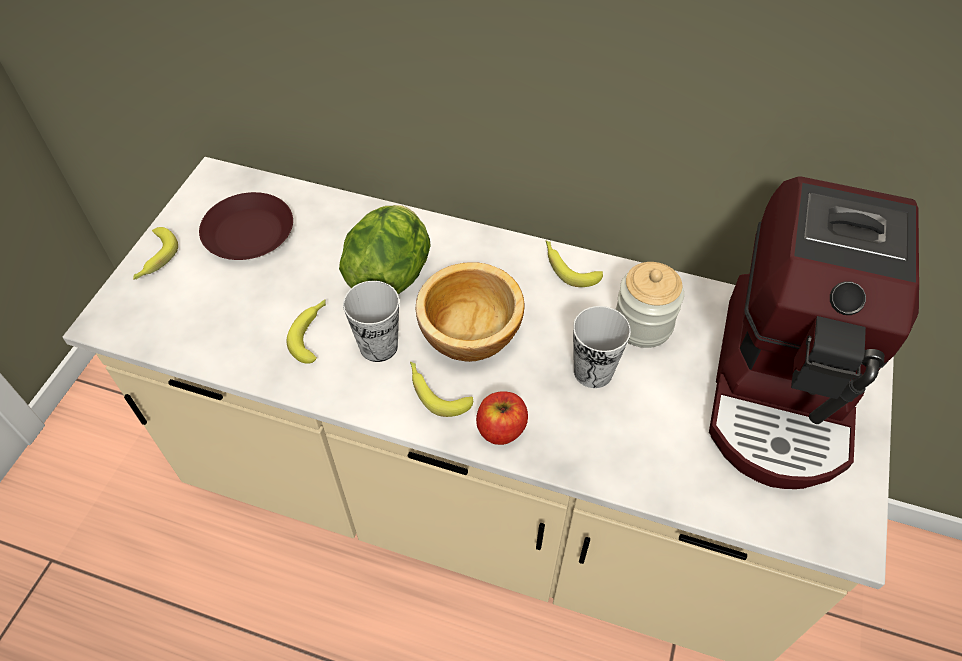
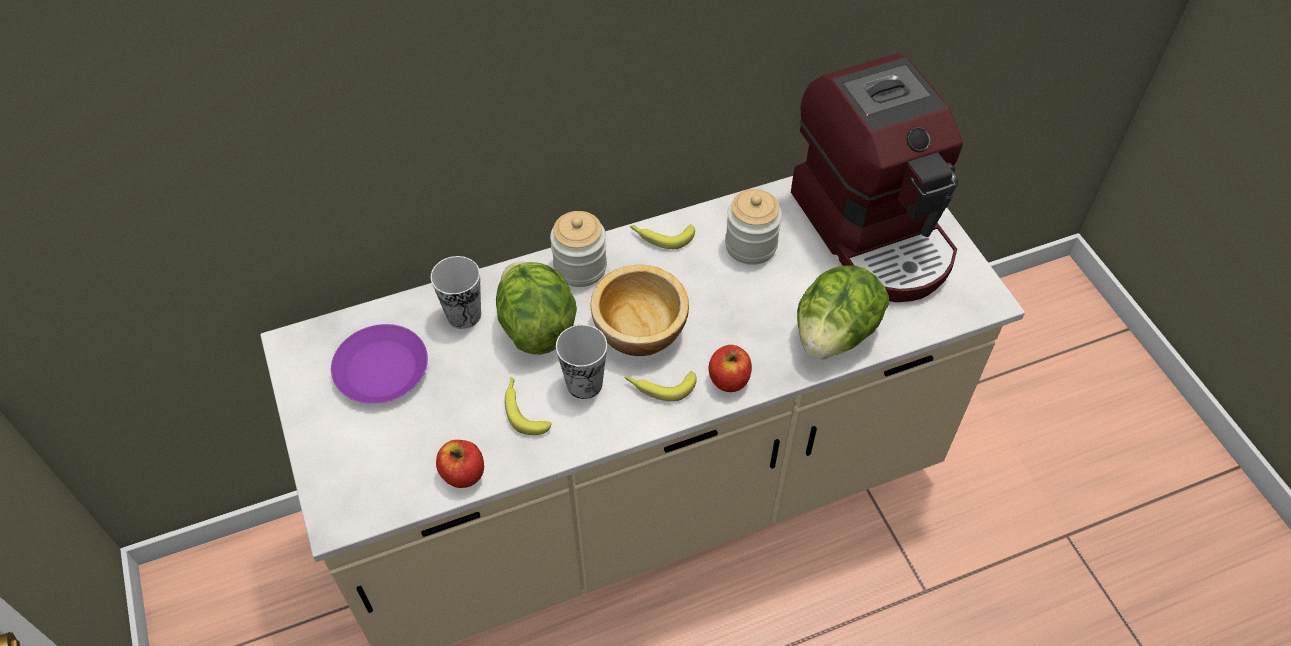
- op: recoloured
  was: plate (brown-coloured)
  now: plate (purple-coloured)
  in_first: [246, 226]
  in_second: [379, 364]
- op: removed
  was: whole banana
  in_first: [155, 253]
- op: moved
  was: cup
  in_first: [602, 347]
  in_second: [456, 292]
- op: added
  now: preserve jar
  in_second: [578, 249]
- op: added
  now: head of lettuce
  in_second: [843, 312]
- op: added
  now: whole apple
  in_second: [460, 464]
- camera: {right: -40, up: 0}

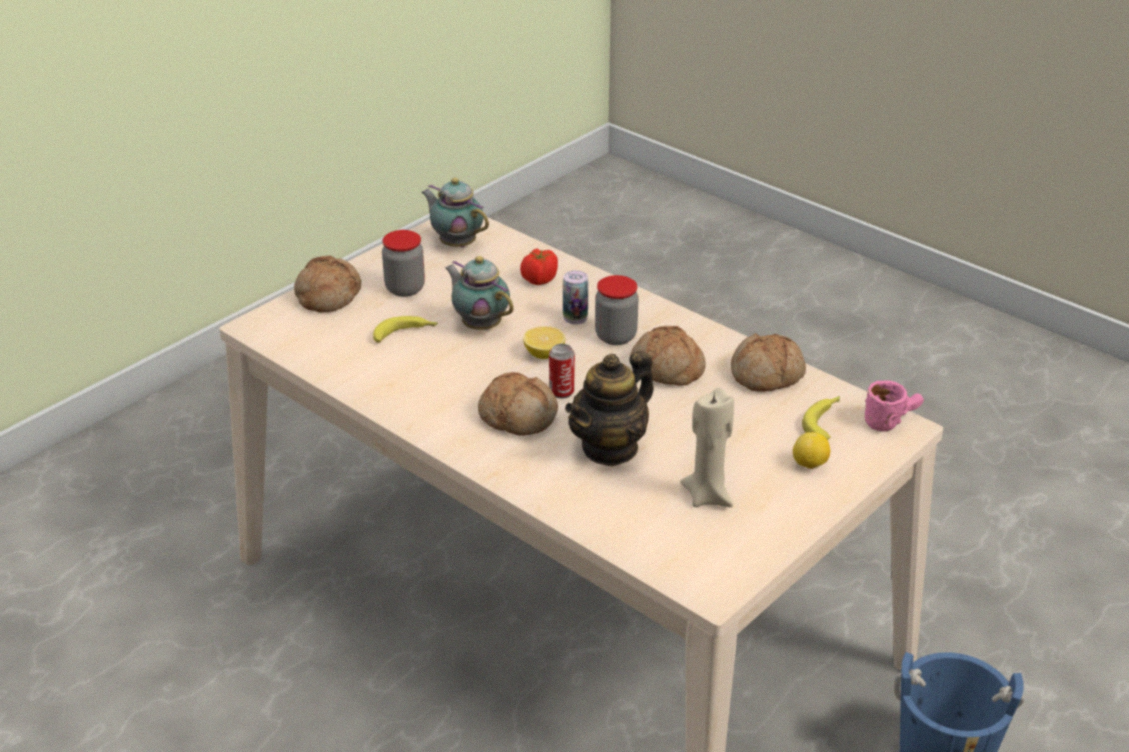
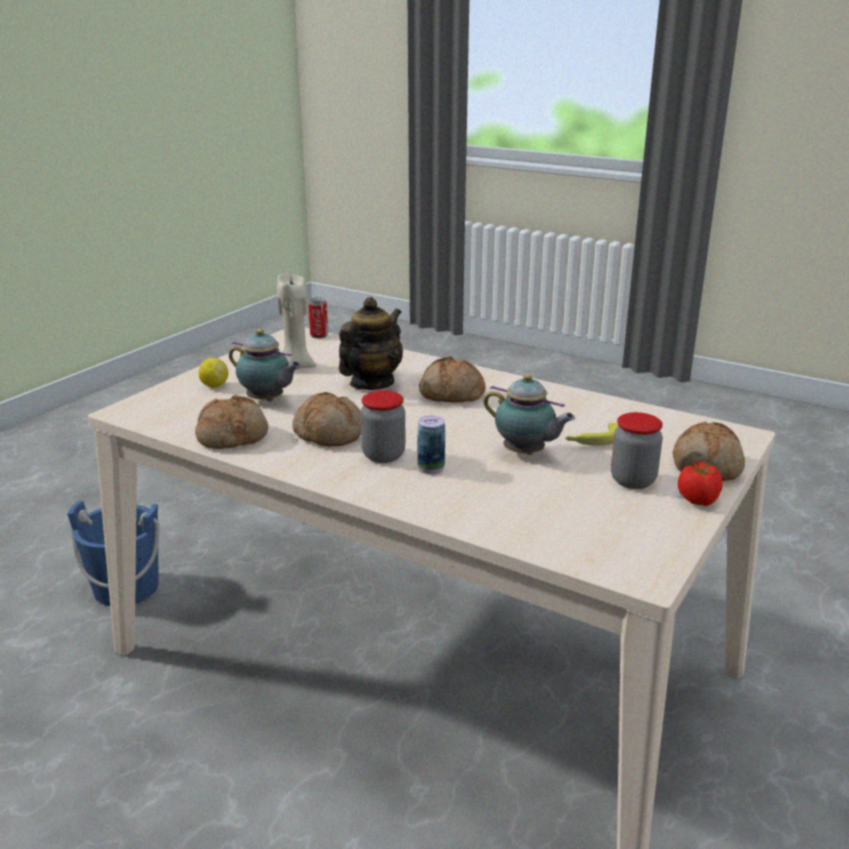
- op: moved
  was: tea pot
  in_first: [455, 212]
  in_second: [265, 365]
- op: moved
  was: whole tomato
  in_first: [539, 266]
  in_second: [700, 484]
- op: removed
  was: citrus fruit
  in_first: [544, 342]
- op: moved
  was: sealed can
  in_first: [562, 371]
  in_second: [318, 317]
- op: removed
  was: tea mug (pinkish)
  in_first: [894, 406]
- op: removed
  was: whole banana
  in_first: [821, 418]
- camera: {right: 170, up: -10}

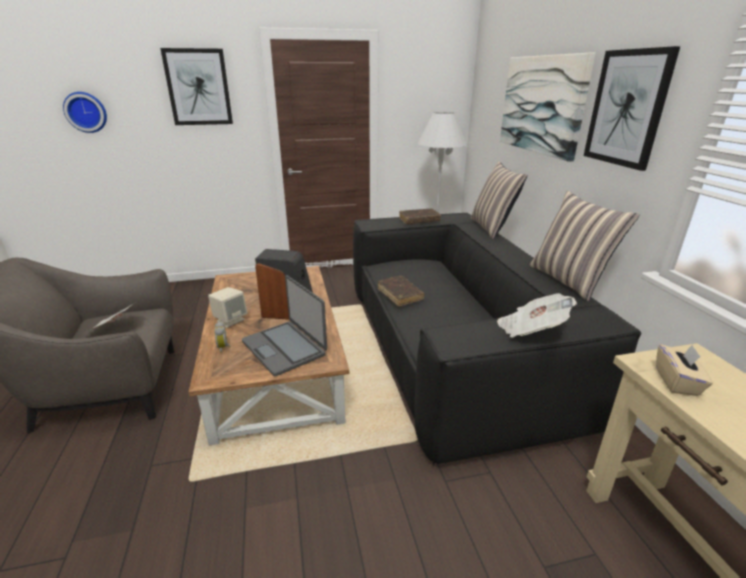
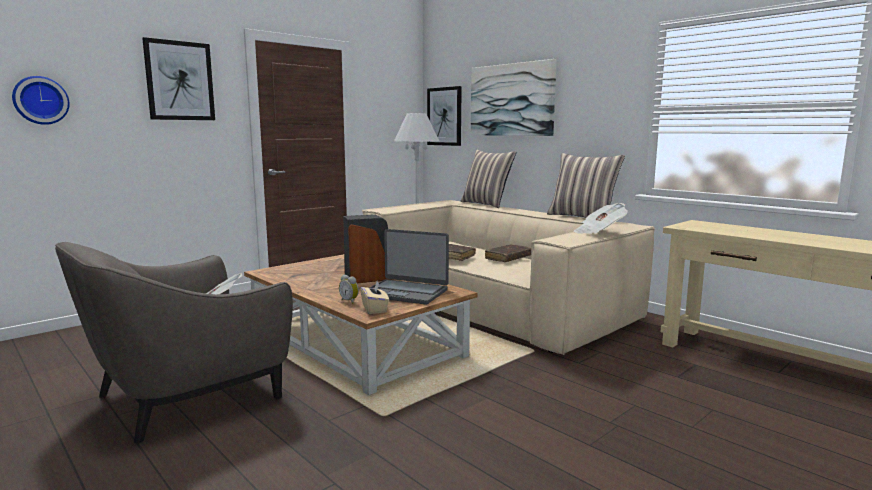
- op: moved
  was: wall picture
  in_first: [632, 108]
  in_second: [444, 116]
- op: moved
  was: book (brown-coloured)
  in_first: [420, 216]
  in_second: [508, 253]
- op: recoloured
  was: sofa (blackish)
  now: sofa (beige-coloured)
  in_first: [497, 339]
  in_second: [508, 277]
- op: removed
  was: audio speaker (beige-coloured)
  in_first: [227, 307]
- op: moved
  was: tissue holder (beige-coloured)
  in_first: [684, 370]
  in_second: [375, 297]
- camera: {right: -30, up: -15}

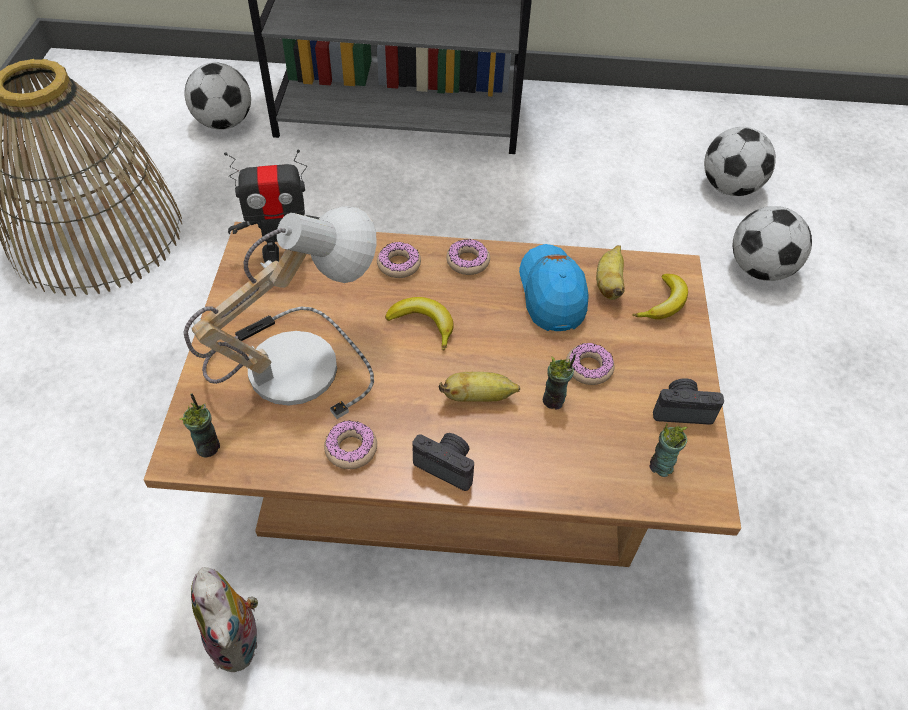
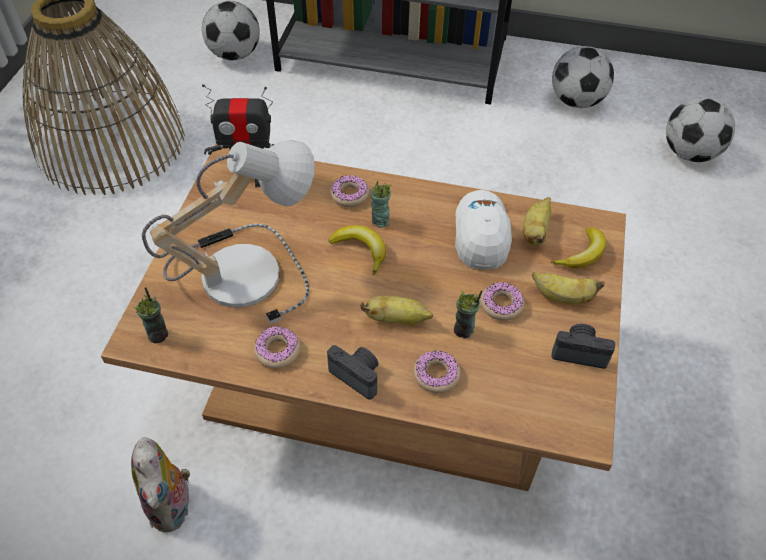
- op: moved
  was: football
  in_first: [772, 243]
  in_second: [583, 77]
- op: moved
  was: ring doughnut
  in_first: [468, 257]
  in_second: [437, 372]
- op: recoloured
  was: baseball cap (blue)
  now: baseball cap (white)
  in_first: [554, 287]
  in_second: [483, 229]
- op: moved
  was: cup
  in_first: [668, 450]
  in_second: [381, 204]
- op: added
  now: whole banana
  in_second: [568, 288]
- camera: {right: 10, up: 0}

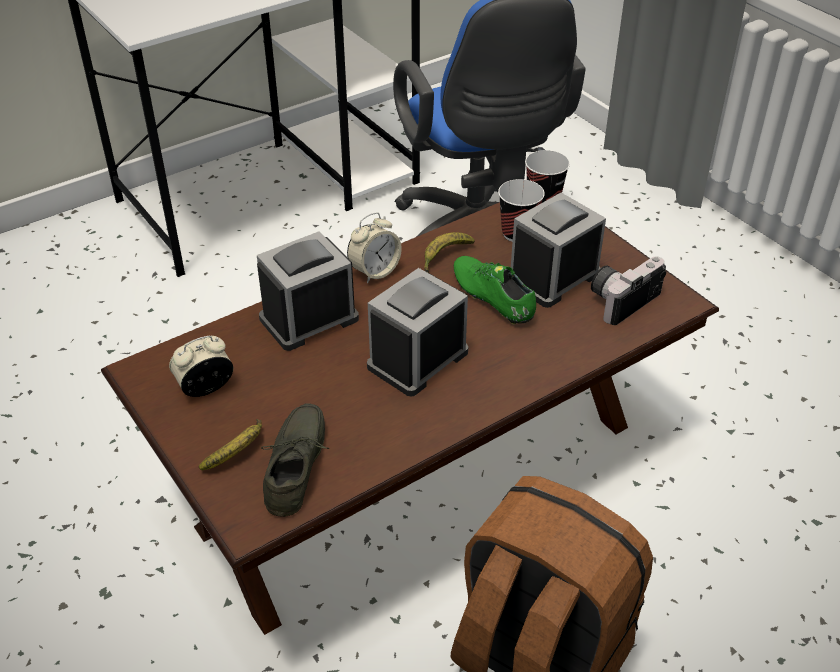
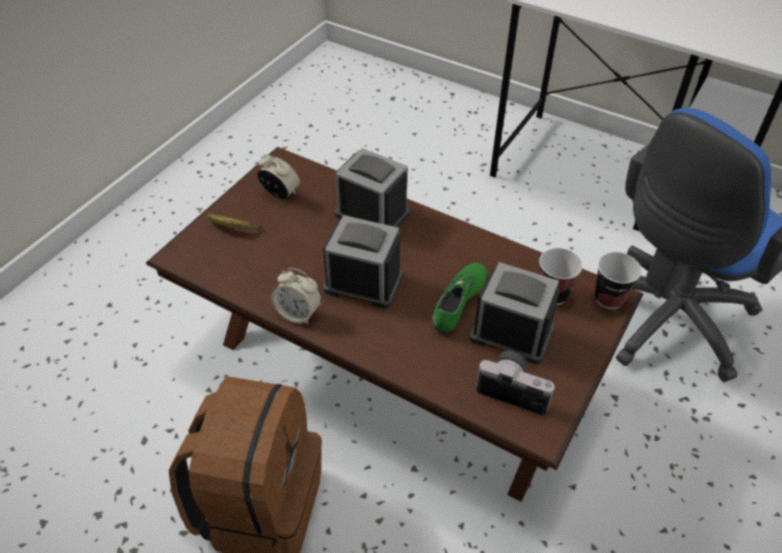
- op: moved
  was: table clock
  in_first: [374, 247]
  in_second: [296, 296]
- op: removed
  was: whole banana
  in_first: [449, 252]
- op: removed
  was: shoe (gray)
  in_first: [295, 460]
- camera: {right: 65, up: 5}

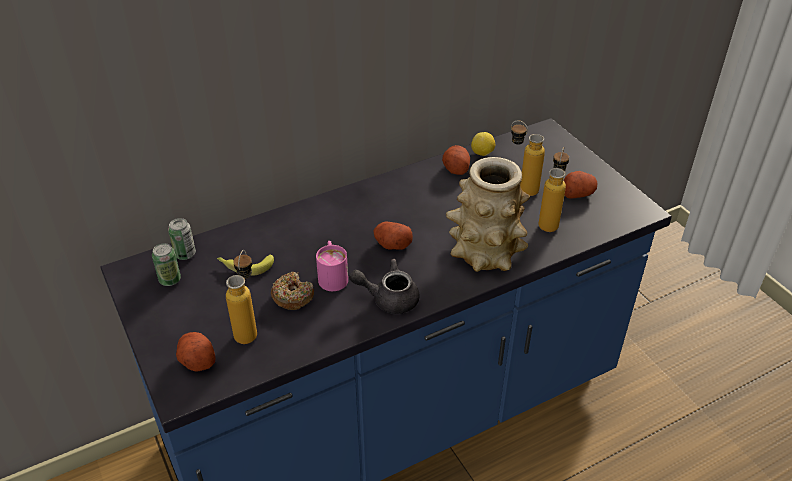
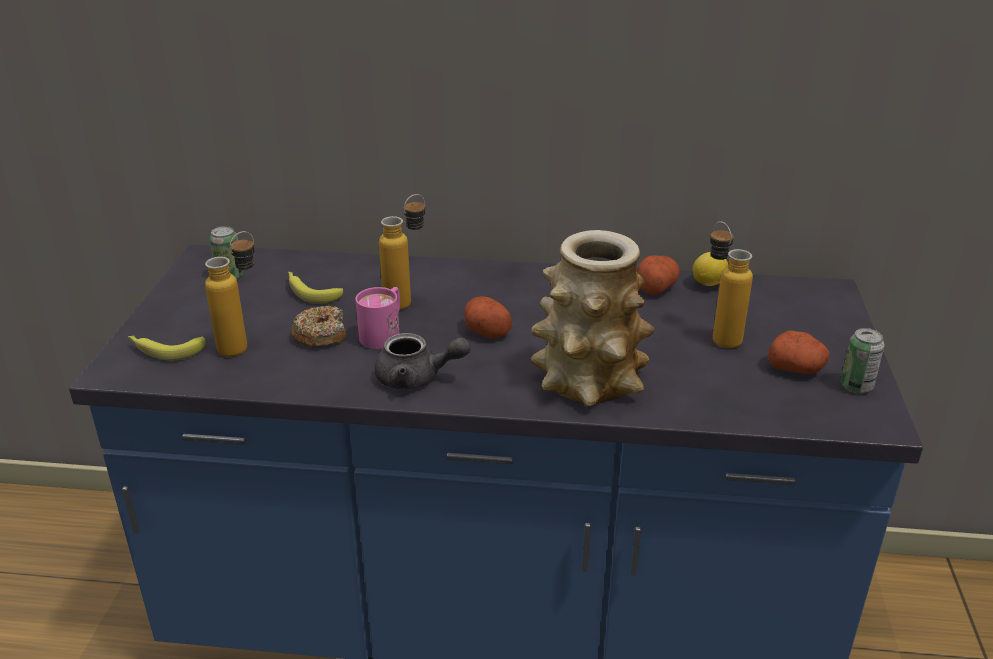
- op: moved
  was: drink bottle
  in_first: [553, 189]
  in_second: [402, 252]
- op: moved
  was: sealed can
  in_first: [182, 239]
  in_second: [862, 360]
- op: turned
  was: tea pot (gray)
  in_first: [384, 286]
  in_second: [422, 361]
  clockwise: 150
- op: replaced
  was: spud
  now: whole banana
  in_first: [196, 352]
  in_second: [167, 348]
- camera: {right: 35, up: -10}

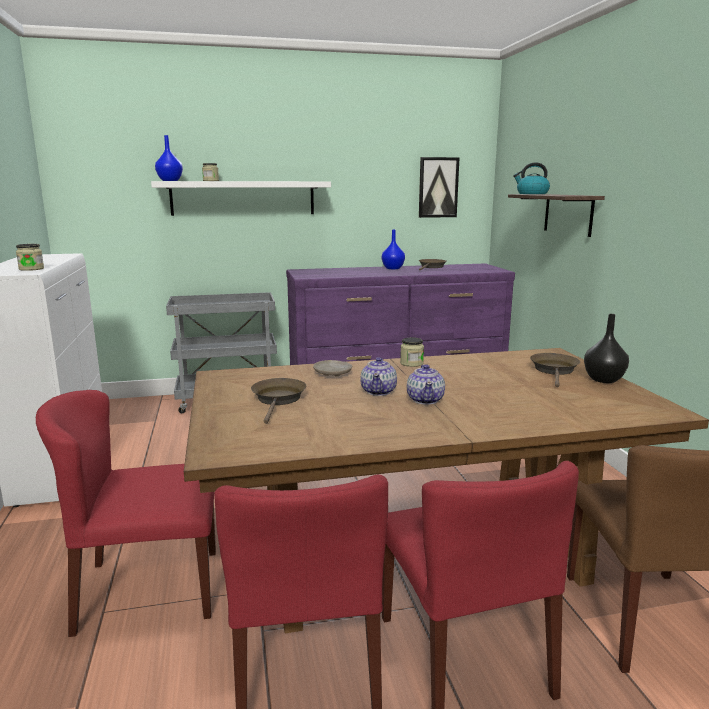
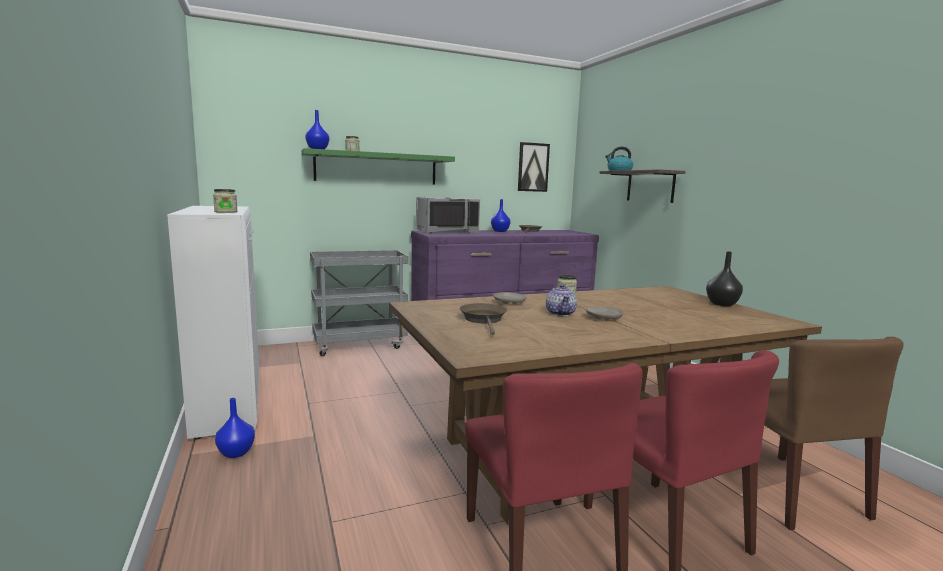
- op: recoloured
  was: bracket shelf (white)
  now: bracket shelf (greenish)
  in_first: [241, 198]
  in_second: [378, 166]
- op: removed
  was: frying pan (brown-coloured)
  in_first: [555, 370]
- op: replaced
  was: tea pot
  now: plate (beige-coloured)
  in_first: [426, 384]
  in_second: [605, 314]
- op: removed
  was: chair (red-coloured)
  in_first: [126, 513]
- op: added
  now: kitchen microwave (gray)
  in_second: [448, 215]
- op: added
  now: vase (blue)
  in_second: [235, 428]
- camera: {right: -10, up: -5}

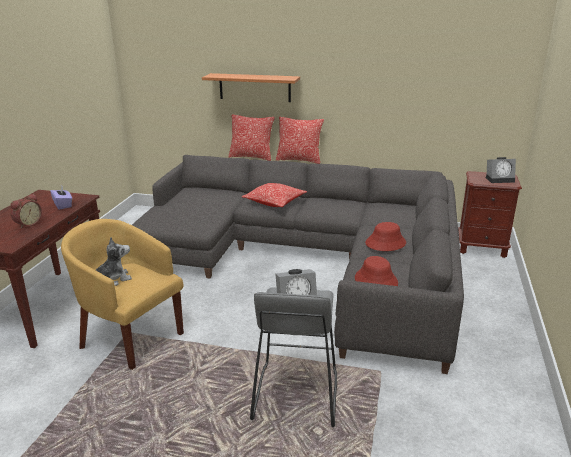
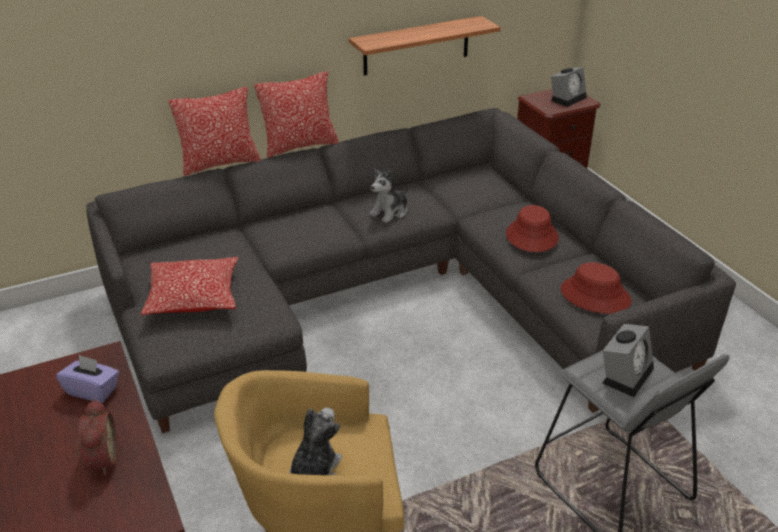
- op: moved
  was: bracket shelf
  in_first: [251, 87]
  in_second: [425, 46]
- op: moved
  was: cushion
  in_first: [274, 195]
  in_second: [189, 286]
- op: added
  now: cuddly toy
  in_second: [388, 196]
- camera: {right: -40, up: 10}

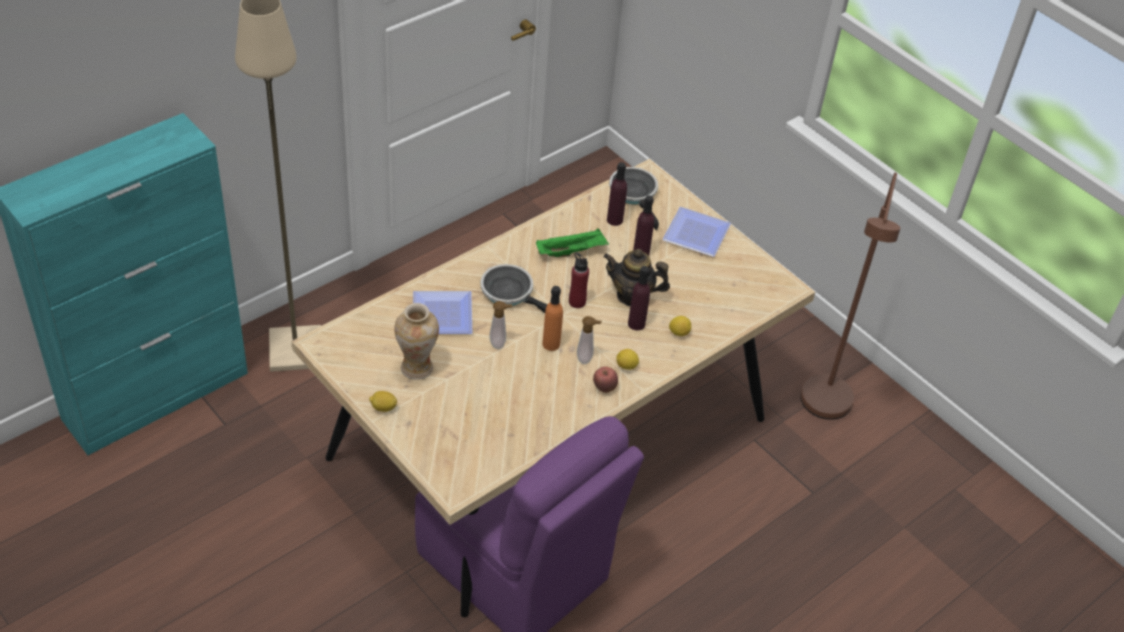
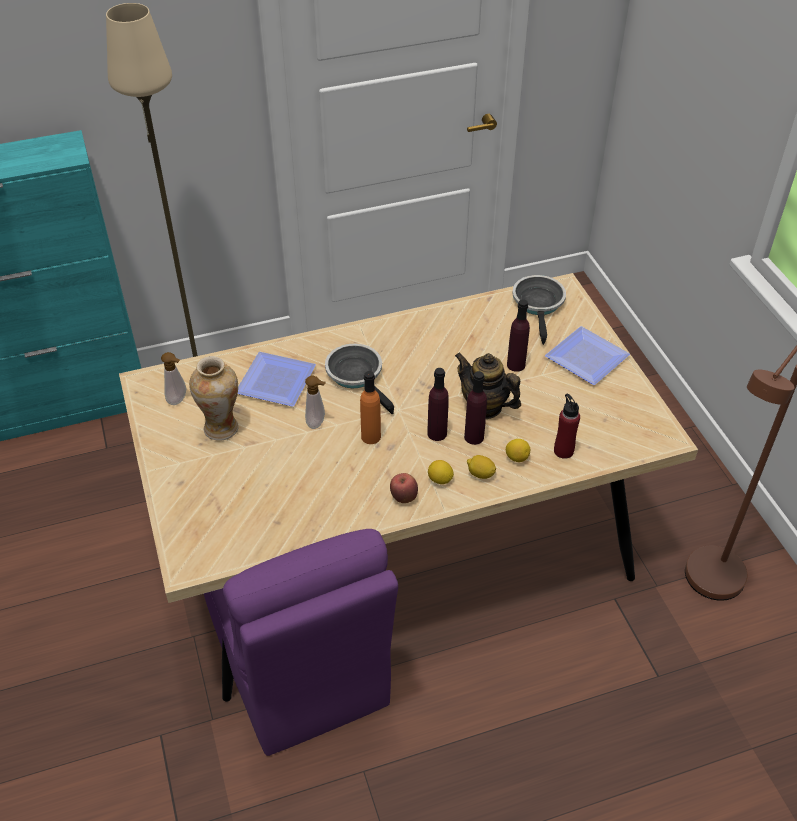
- op: moved
  was: drink bottle (purple-coloured)
  in_first: [617, 194]
  in_second: [438, 404]
- op: removed
  was: carrying tray (greenish)
  in_first: [572, 242]
- op: moved
  was: drink bottle (red-coloured)
  in_first: [579, 280]
  in_second: [567, 426]
- op: moved
  was: soap bottle
  in_first: [589, 340]
  in_second: [174, 378]
- op: moved
  was: citrus fruit
  in_first: [383, 401]
  in_second: [481, 467]
- camera: {right: 25, up: 0}

